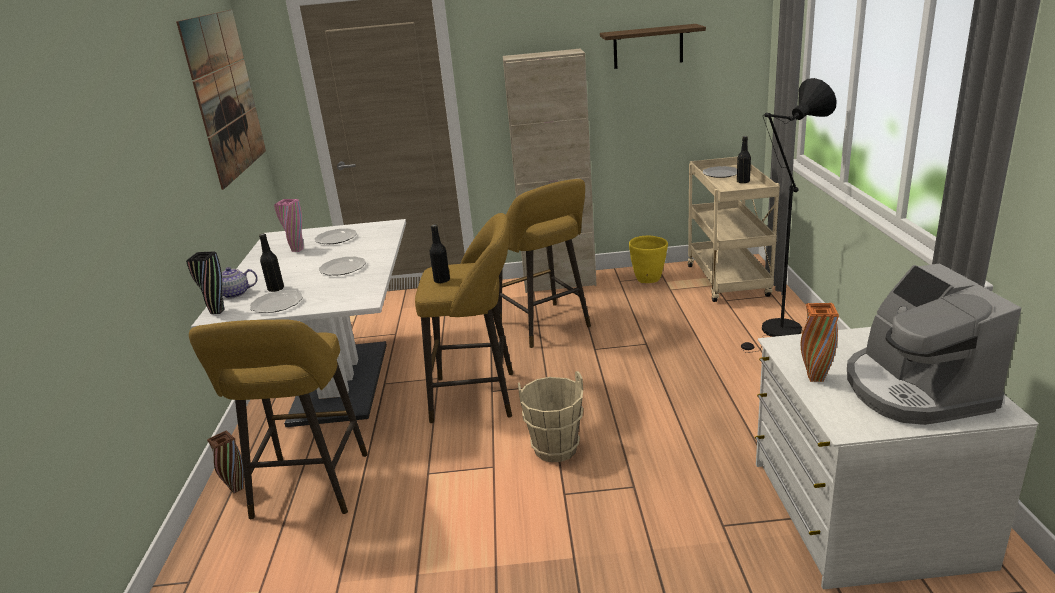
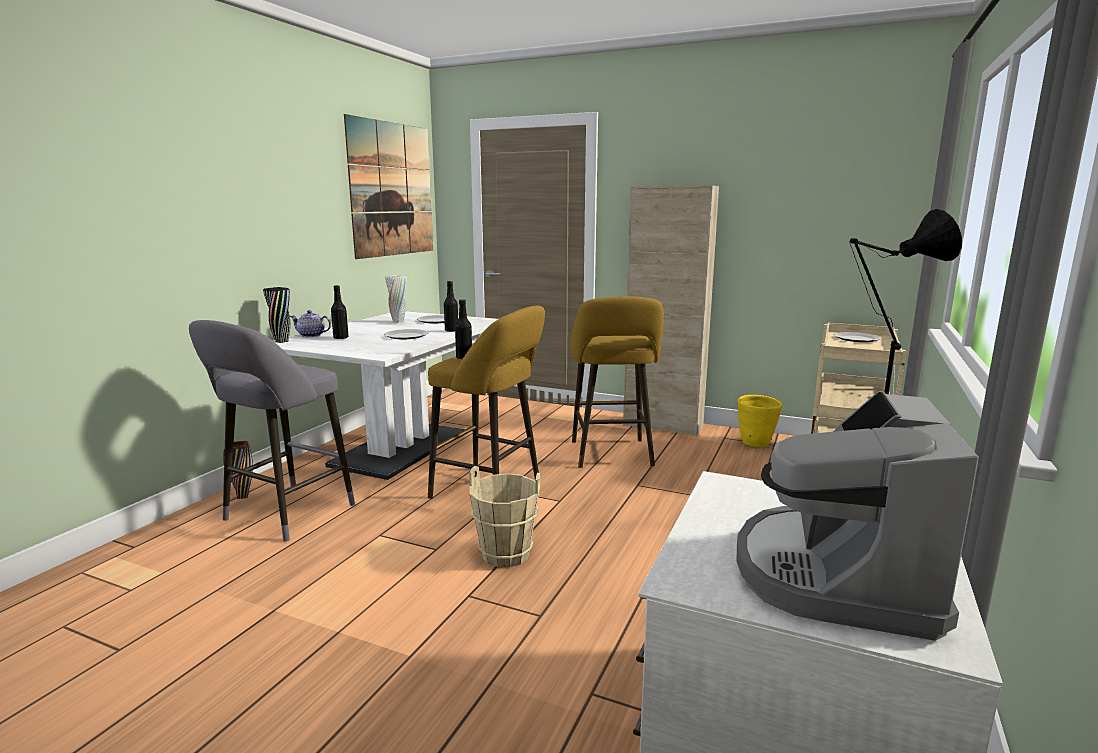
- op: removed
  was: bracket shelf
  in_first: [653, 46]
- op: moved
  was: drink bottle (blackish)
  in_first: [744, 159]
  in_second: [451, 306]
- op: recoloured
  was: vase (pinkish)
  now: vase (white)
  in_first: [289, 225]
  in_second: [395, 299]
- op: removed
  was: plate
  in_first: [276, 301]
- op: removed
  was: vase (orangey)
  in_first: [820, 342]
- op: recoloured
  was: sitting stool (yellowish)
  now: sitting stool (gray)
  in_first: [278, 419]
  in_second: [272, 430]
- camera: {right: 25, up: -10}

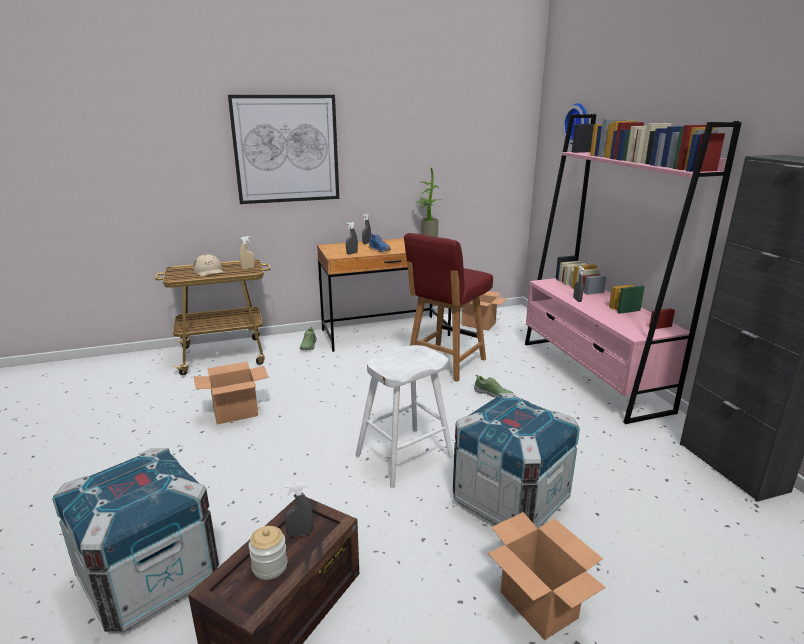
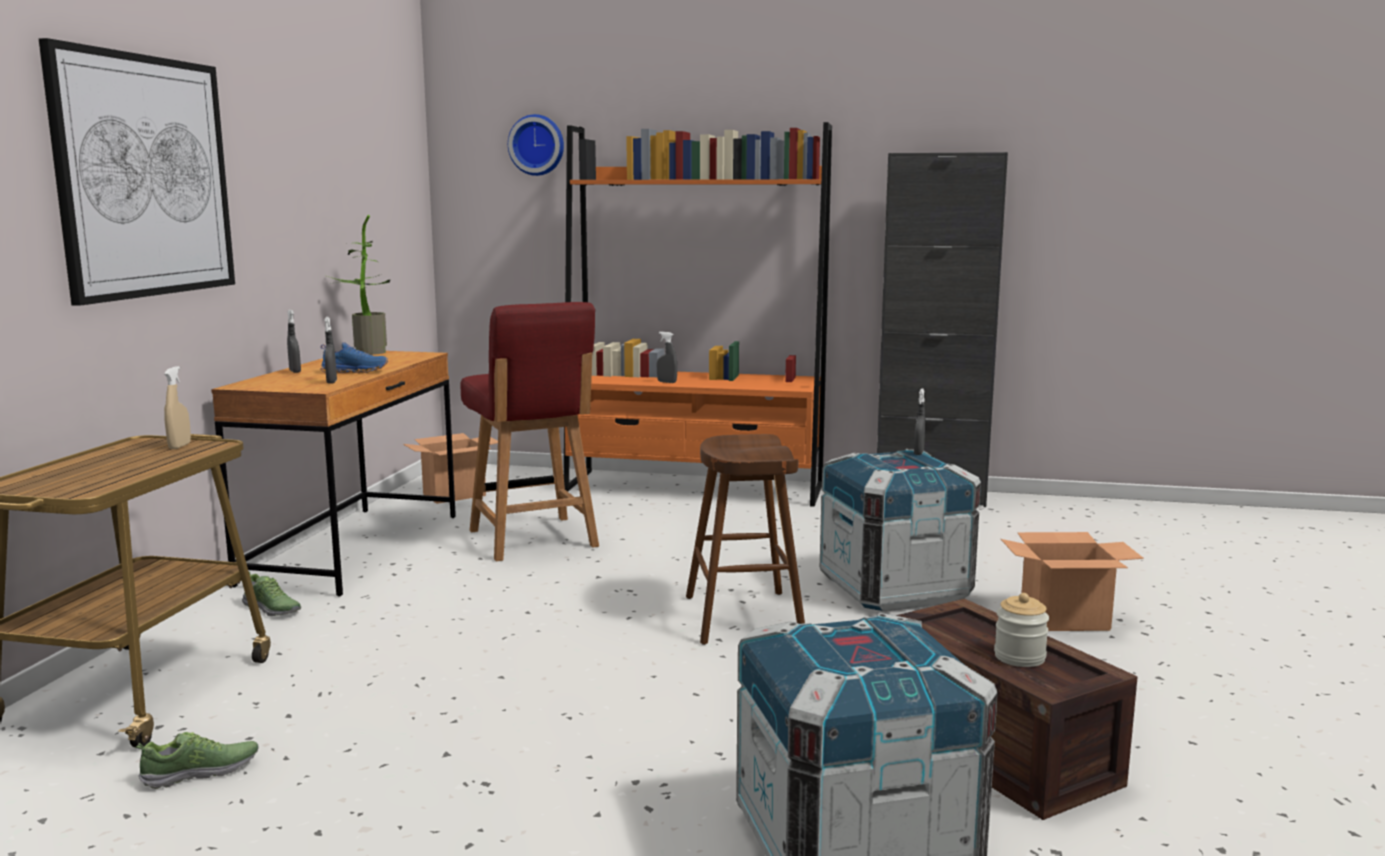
- op: recoloured
  was: bookcase (pinkish)
  now: bookcase (orangey)
  in_first: [633, 269]
  in_second: [698, 314]
- op: removed
  was: baseball cap (beige-coloured)
  in_first: [208, 265]
- op: recoloured
  was: sitting stool (white)
  now: sitting stool (brown-coloured)
  in_first: [405, 416]
  in_second: [745, 539]
- op: removed
  was: packing box
  in_first: [231, 393]
- op: moved
  was: shoe
  in_first: [493, 386]
  in_second: [197, 760]
- op: moved
  was: hand sprayer (gray)
  in_first: [299, 510]
  in_second: [919, 421]
- camera: {right: -60, up: -10}

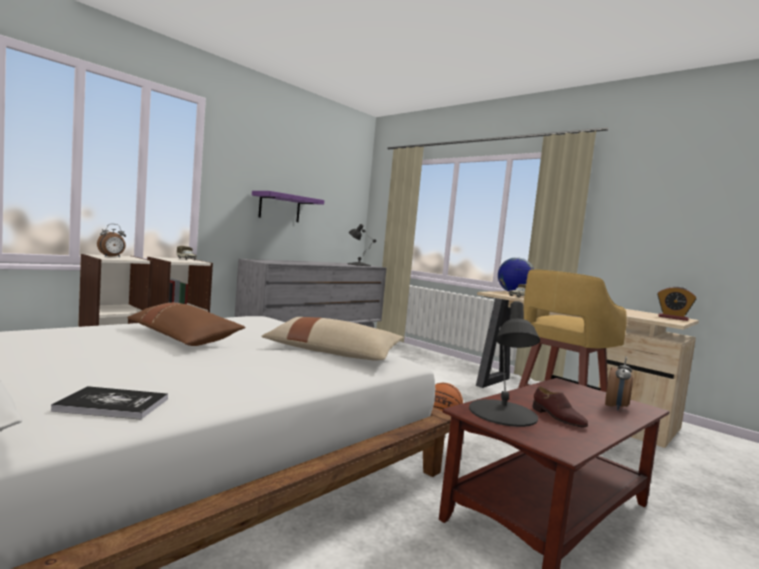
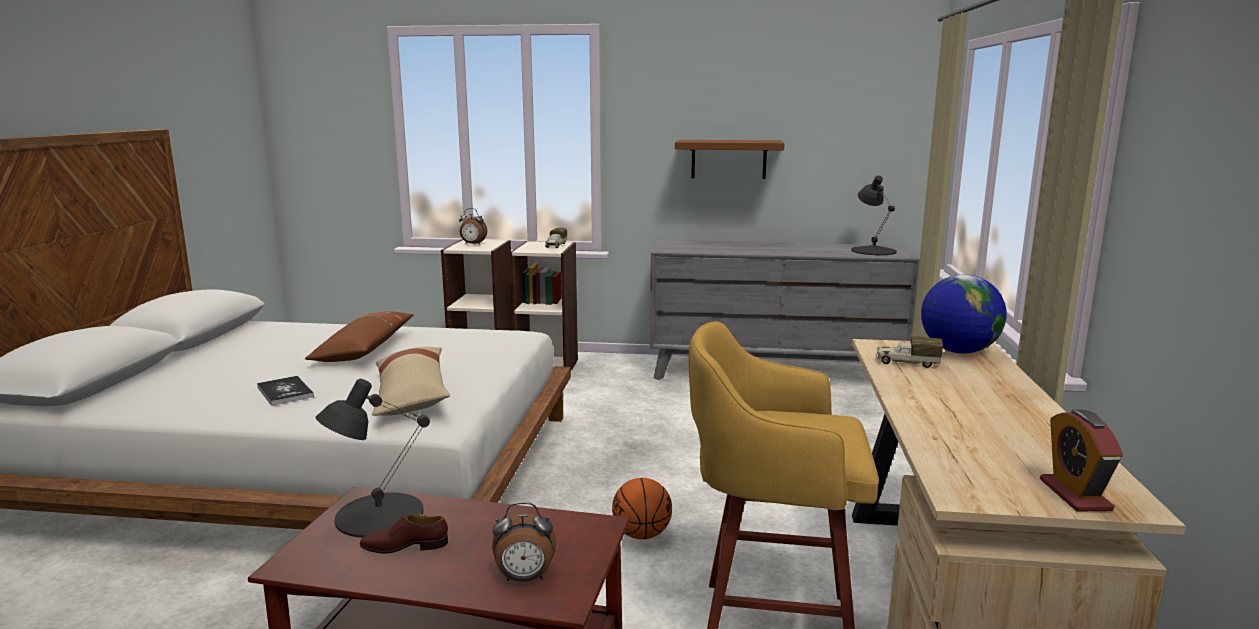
- op: recoloured
  was: bracket shelf (purple-coloured)
  now: bracket shelf (brown-coloured)
  in_first: [288, 206]
  in_second: [730, 159]
- op: moved
  was: book
  in_first: [109, 402]
  in_second: [285, 391]
- op: turned
  was: shoe (brown-coloured)
  in_first: [560, 407]
  in_second: [404, 534]
  clockwise: 60
- camera: {right: 55, up: 10}

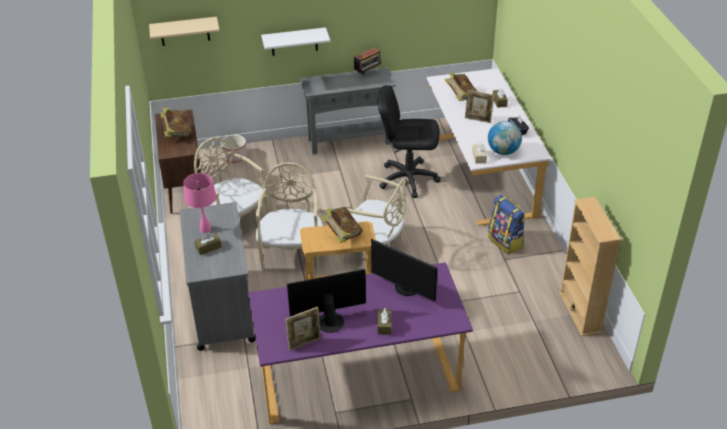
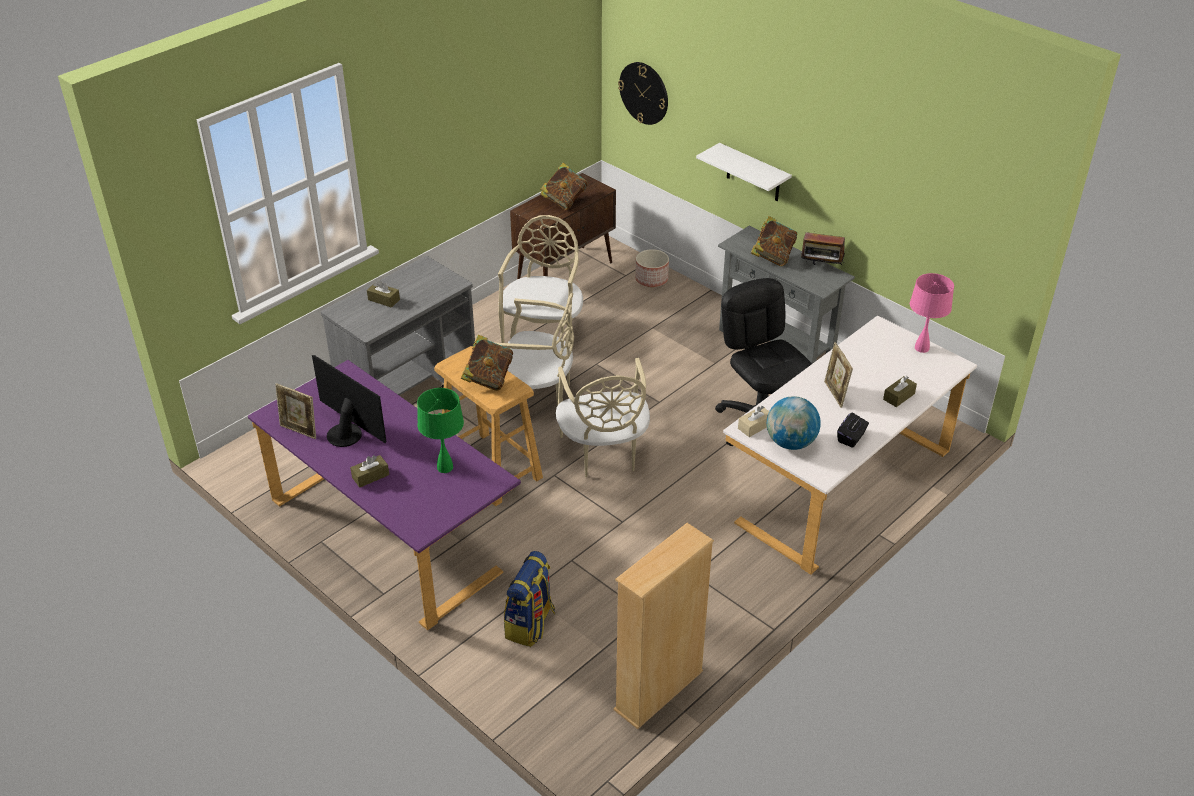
- op: replaced
  was: bracket shelf (beige-coloured)
  now: clock on the wall
  in_first: [184, 31]
  in_second: [643, 93]
- op: moved
  was: book
  in_first: [461, 87]
  in_second: [774, 241]
- op: turned
  was: chair (beige-coloured)
  in_first: [289, 216]
  in_second: [535, 349]
  clockwise: 45
- op: moved
  was: tabletop lamp (pinkish)
  in_first: [200, 203]
  in_second: [932, 313]
- op: moved
  was: backpack
  in_first: [507, 224]
  in_second: [529, 599]
- op: replaced
  was: computer screen
  now: tabletop lamp (greenish)
  in_first: [404, 270]
  in_second: [440, 430]
- camera: {right: 55, up: 0}

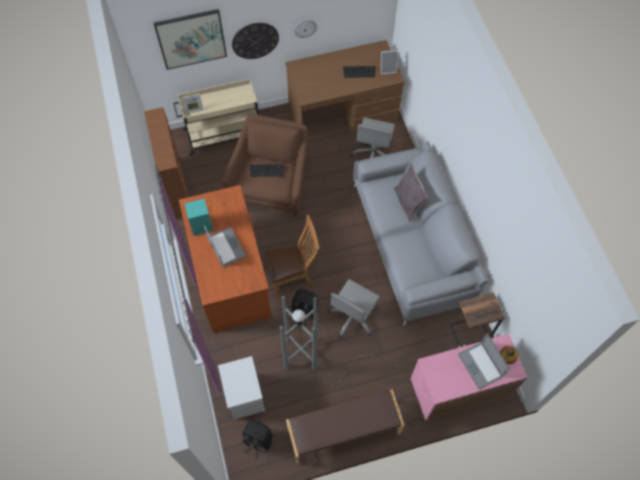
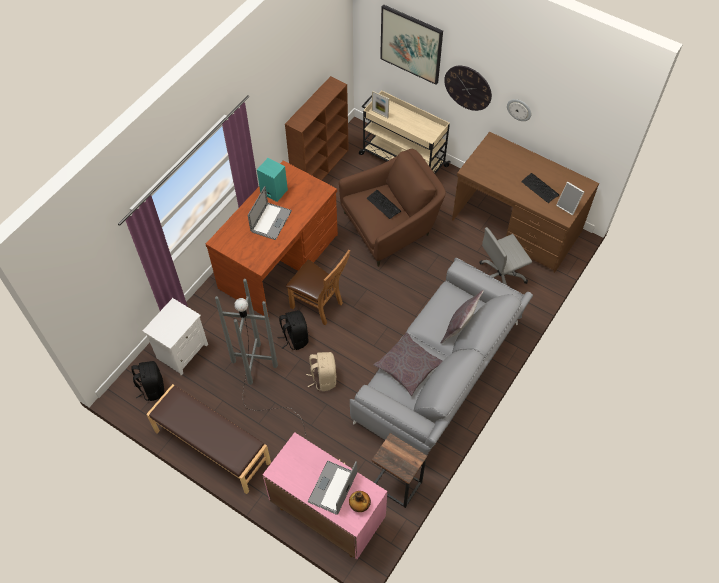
- op: replaced
  was: desk chair (gray)
  now: backpack (beige-coloured)
  in_first: [354, 308]
  in_second: [321, 371]
- op: added
  now: cushion (gray)
  in_second: [408, 364]
- camera: {right: 50, up: -5}

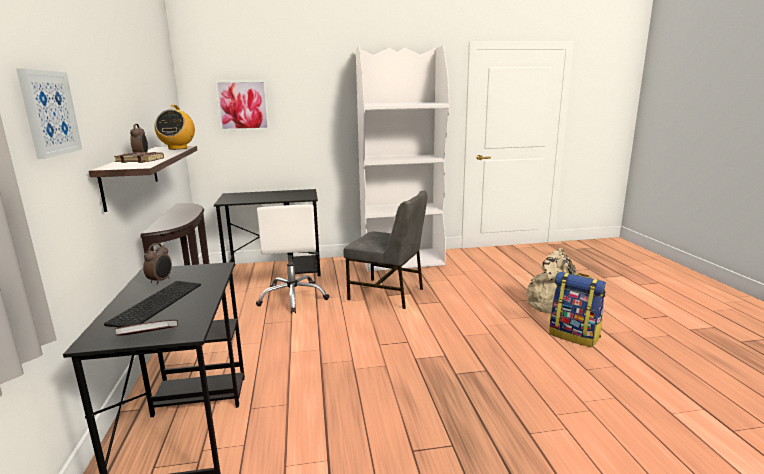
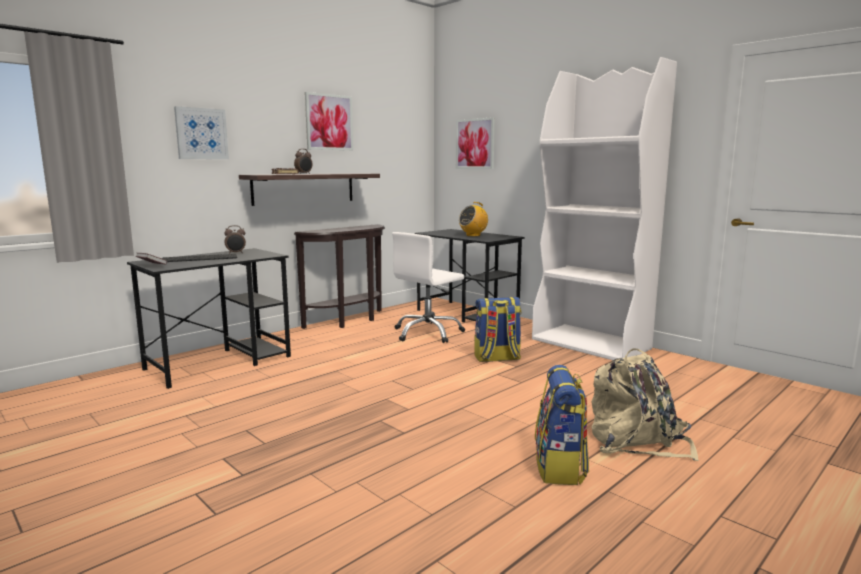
- op: moved
  was: radio receiver
  in_first: [175, 127]
  in_second: [473, 219]
- op: replaced
  was: chair (gray)
  now: backpack
  in_first: [385, 249]
  in_second: [497, 329]
- op: added
  now: wall picture
  in_second: [329, 121]
- camera: {right: 55, up: -5}

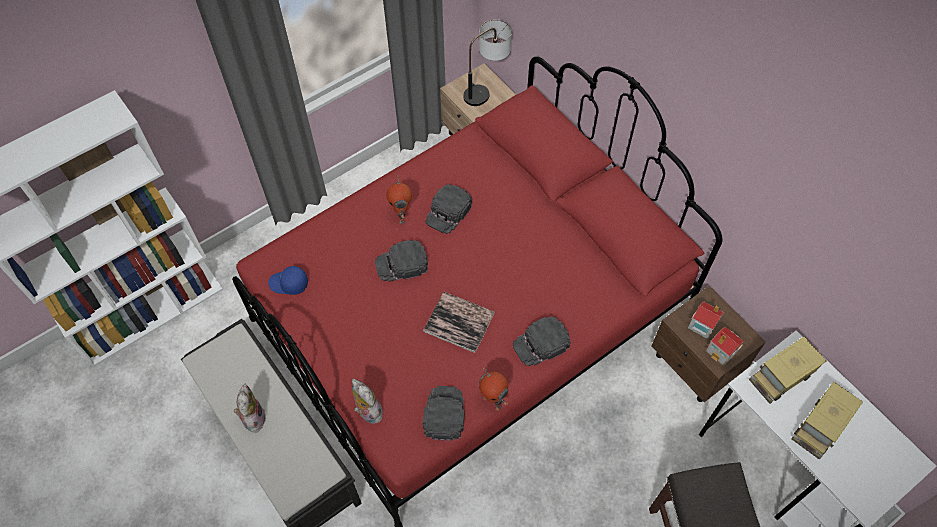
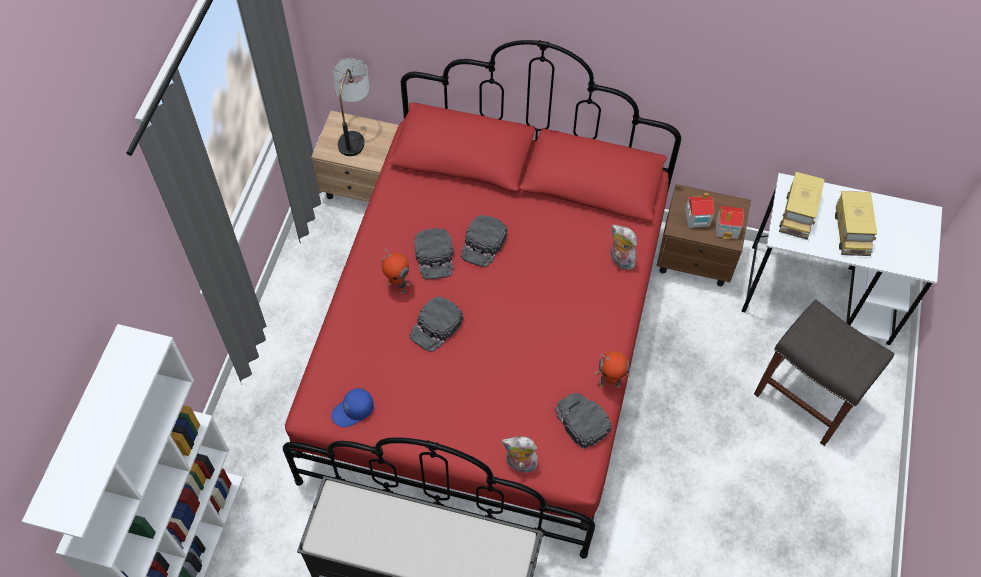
- op: removed
  was: book
  in_first: [459, 322]
- op: moved
  was: baseball cap (blackish)
  in_first: [542, 341]
  in_second: [484, 241]
- op: moved
  was: cuddly toy
  in_first: [250, 408]
  in_second: [624, 247]
- camera: {right: -40, up: 0}

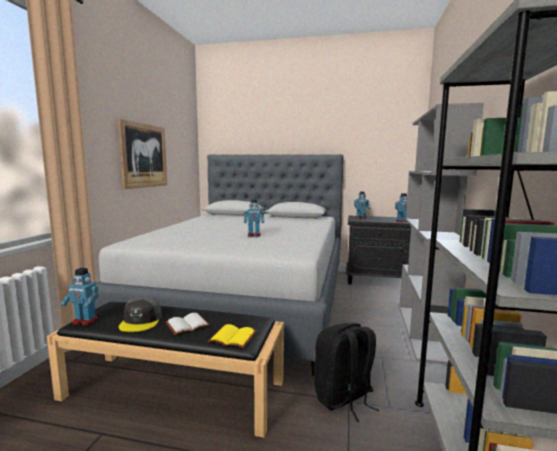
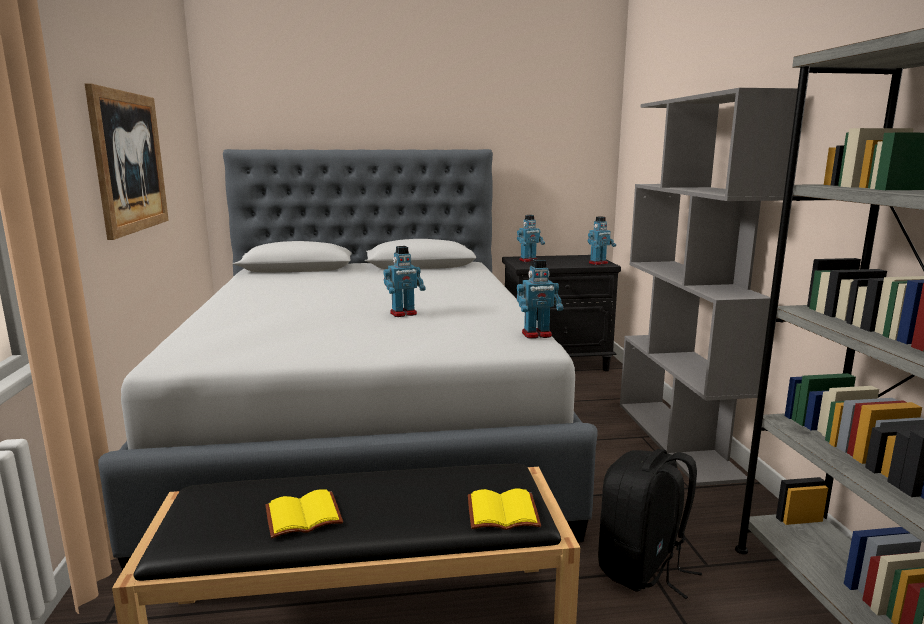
- op: moved
  was: robot figure
  in_first: [80, 297]
  in_second: [540, 299]
- op: replaced
  was: baseball cap (gray)
  now: book (yellowish)
  in_first: [140, 314]
  in_second: [304, 514]
- op: removed
  was: book (white)
  in_first: [188, 324]
- camera: {right: -20, up: 5}

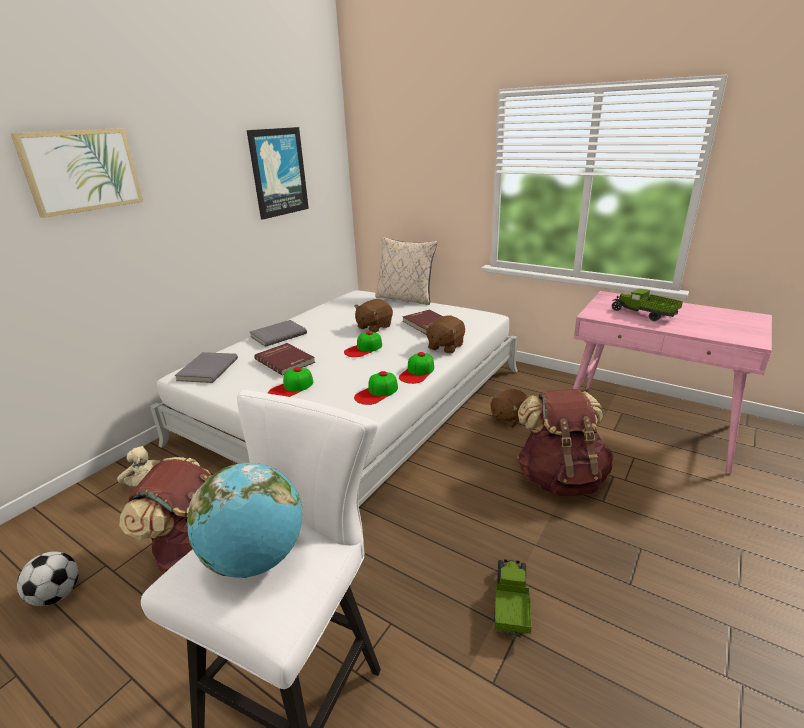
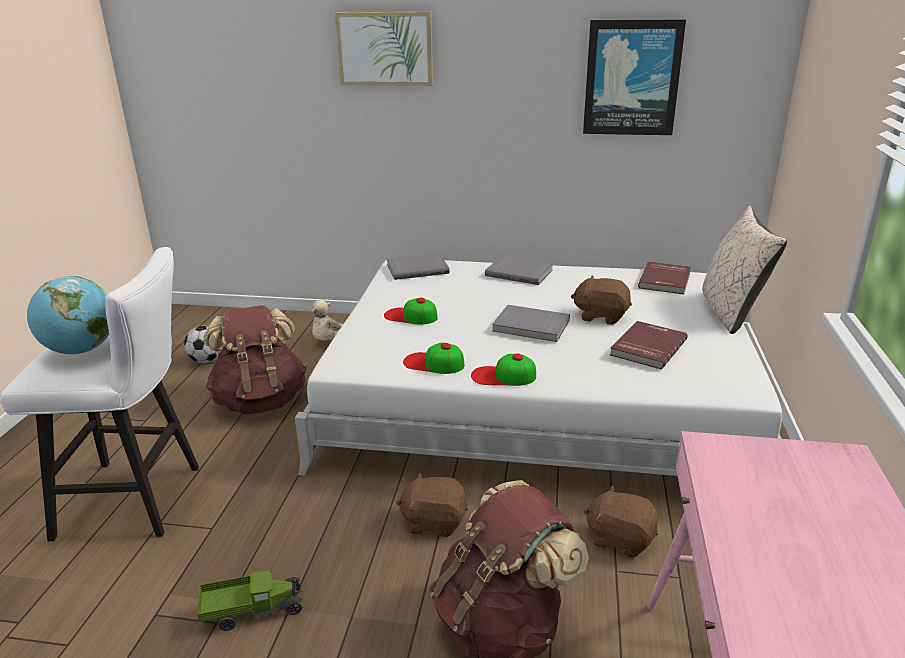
- op: removed
  was: toy lorry
  in_first: [647, 305]
- op: moved
  was: cuddly toy (brown-coloured)
  in_first: [445, 335]
  in_second: [432, 504]
- op: replaced
  was: baseball cap
  now: book (gray)
  in_first: [363, 344]
  in_second: [531, 323]
- op: moved
  was: book (red-coloured)
  in_first: [284, 359]
  in_second: [664, 278]
- camera: {right: 65, up: 0}

